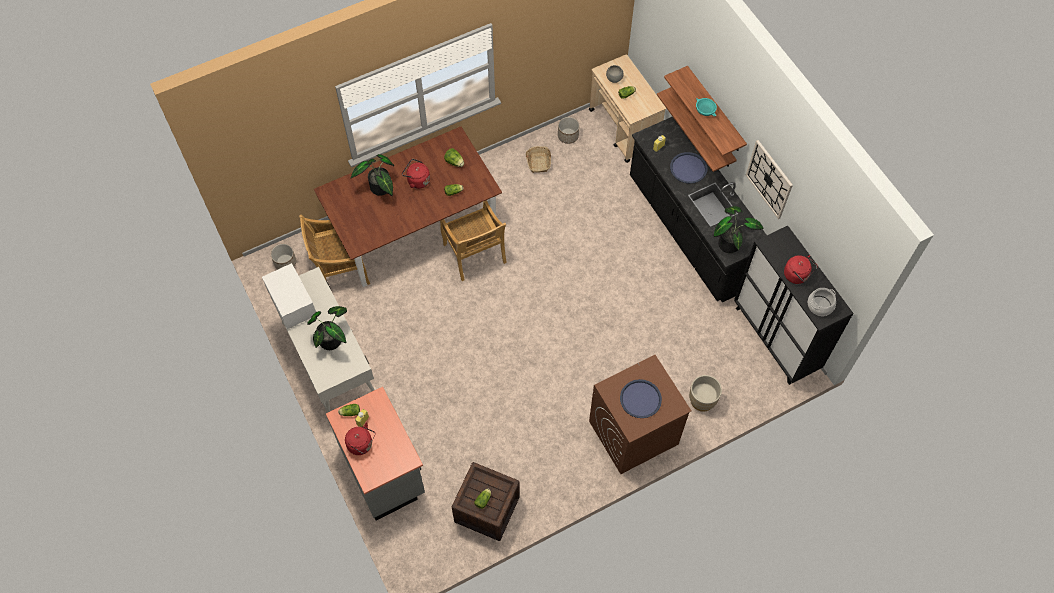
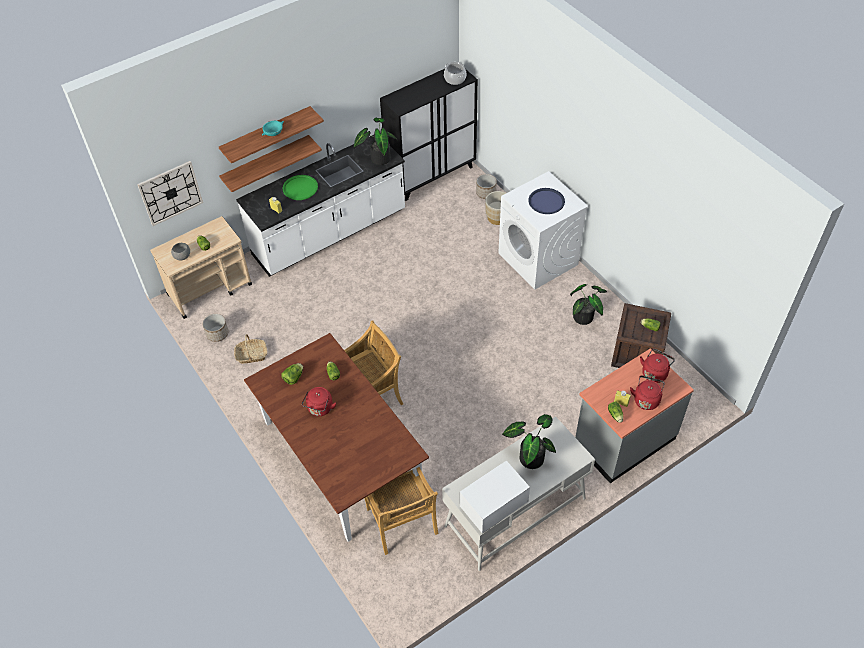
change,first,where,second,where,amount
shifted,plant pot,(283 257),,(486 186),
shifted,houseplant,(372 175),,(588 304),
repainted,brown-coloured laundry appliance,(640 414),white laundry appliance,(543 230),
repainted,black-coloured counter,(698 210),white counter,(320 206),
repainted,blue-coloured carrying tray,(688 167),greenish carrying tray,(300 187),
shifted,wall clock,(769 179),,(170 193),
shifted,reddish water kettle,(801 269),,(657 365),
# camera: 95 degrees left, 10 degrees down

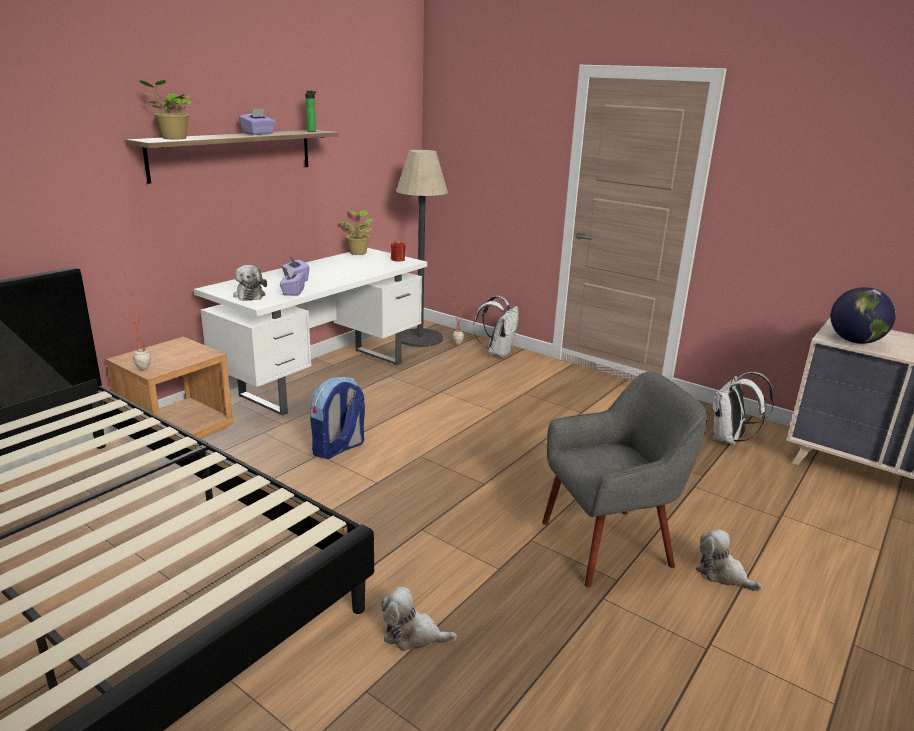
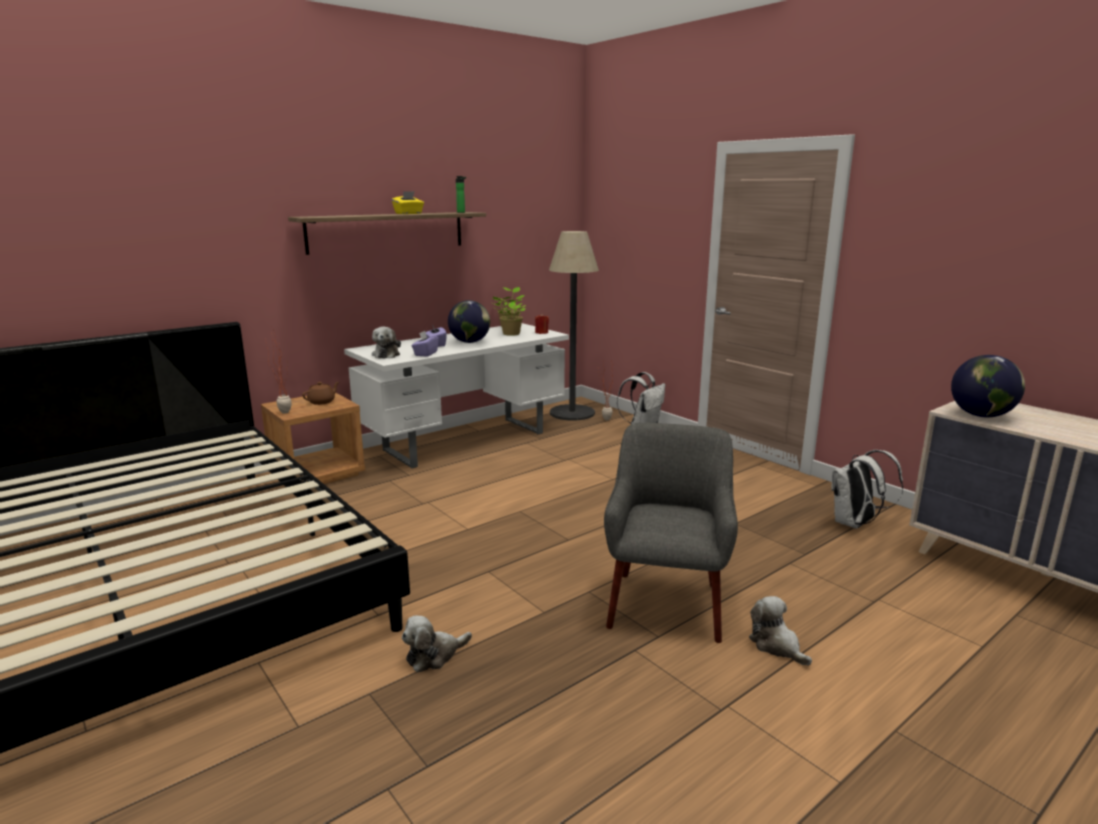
change,first,where,second,where,amount
shifted,houseplant,(165 109),,(509 316),
repainted,purple-coloured tissue box,(257 121),yellowish tissue box,(408 202),
gone,knapsack,(337 418),,,
rotated,plush toy,(419 618),,(437 643),60 degrees counterclockwise
rotated,gray armchair,(624 479),,(671 533),75 degrees counterclockwise
new,,,brown-coloured teapot,(320 393),
new,,,globe,(469 321),
# camera: 15 degrees right, 5 degrees down

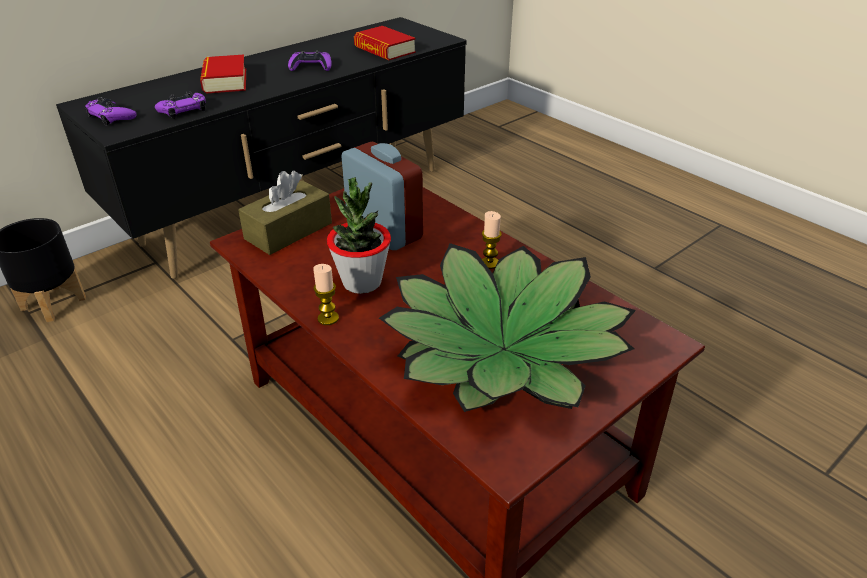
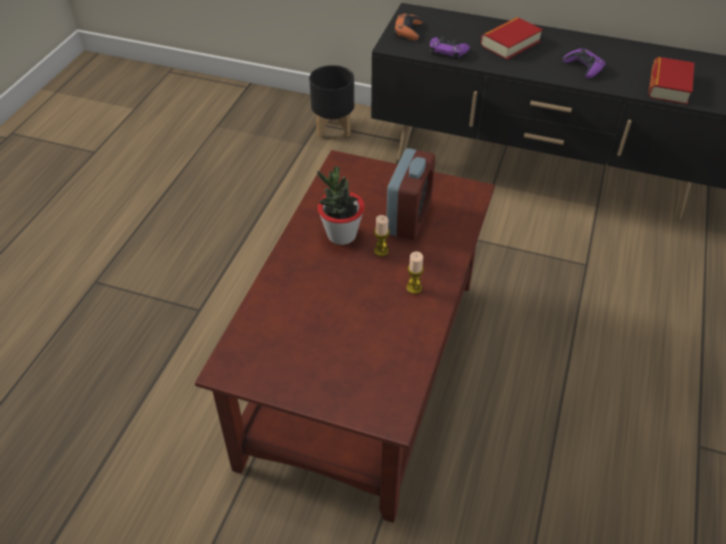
change,first,where,second,where,amount
repainted,purple-coloured game controller,(110 111),orangey game controller,(408 26),
gone,brown-coloured tissue box,(285 213),,,
shifted,candle,(326 294),,(382 236),
gone,houseplant,(507 327),,,
# camera: 60 degrees right, 10 degrees up

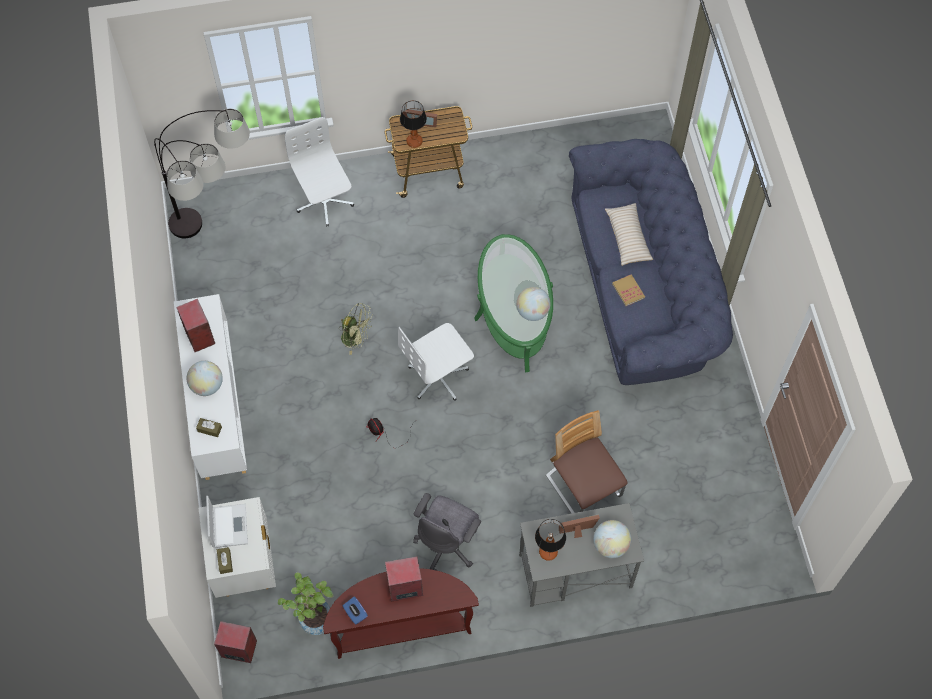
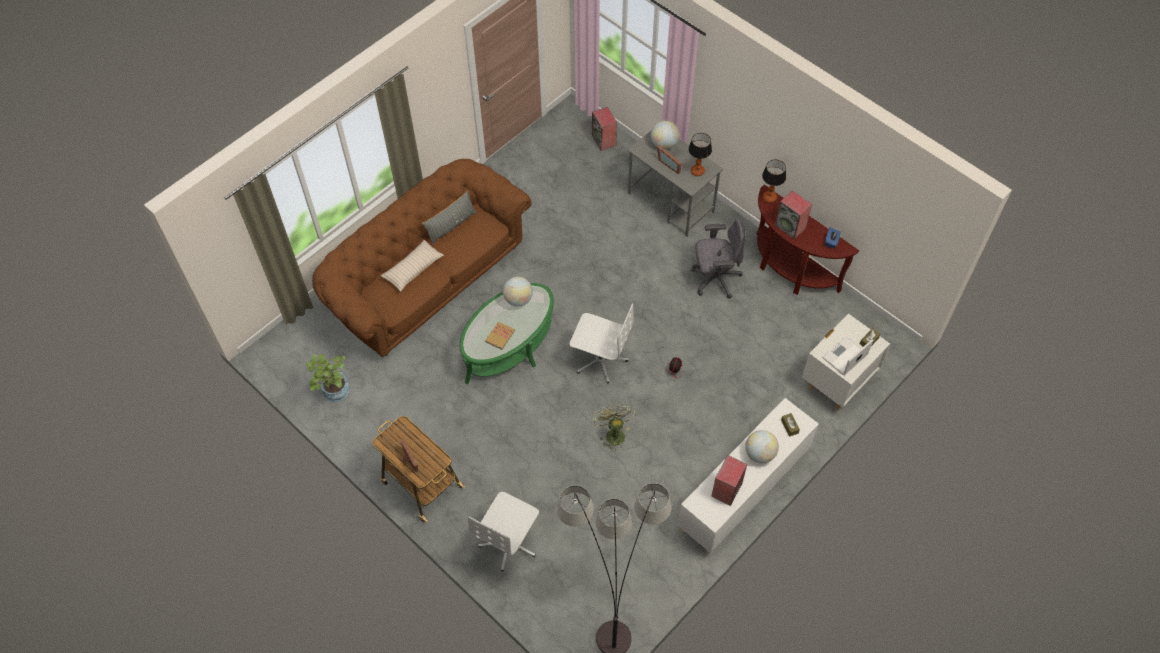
change,first,where,second,where,amount
shifted,audio speaker,(235 642),,(604 129),
shifted,houseplant,(305 603),,(327 378),
shifted,tabletop lamp,(413 124),,(774 181),
gone,chair,(587 462),,,
repainted,blue-coloured settee,(651 262),brown-coloured settee,(422 258),
shifted,volume,(628 290),,(500 336),
new,,,gray pillow,(449 218),
# camera: 125 degrees left, 5 degrees down

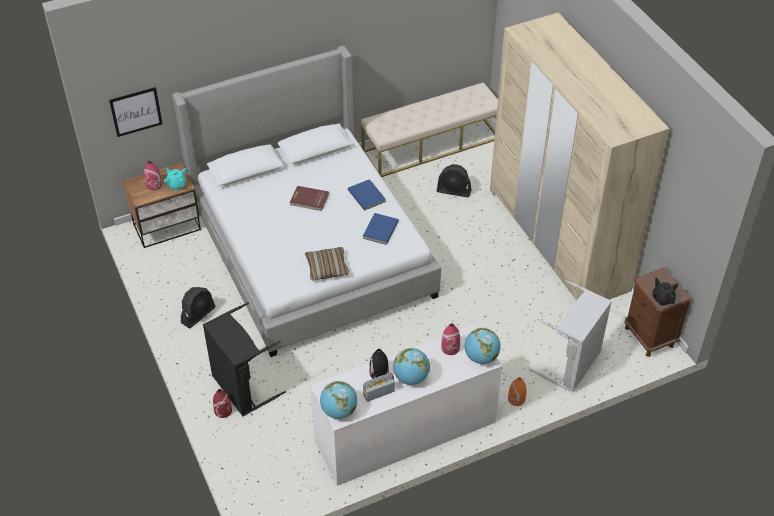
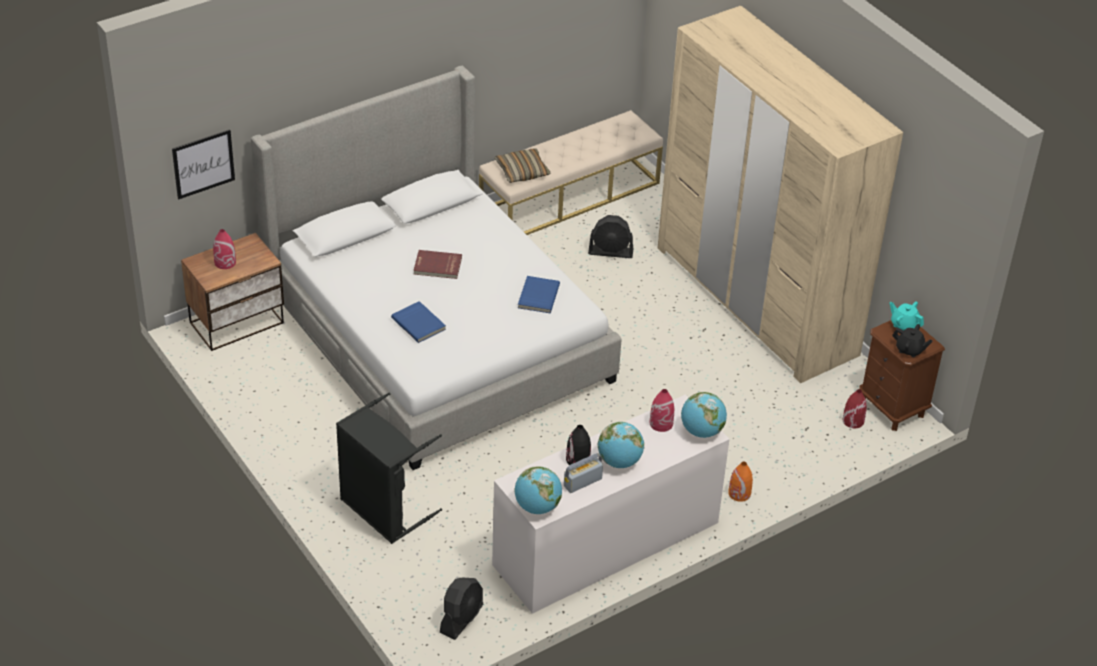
change,first,where,second,where,amount
shifted,blue-green teapot,(175 179),,(907 315),
shifted,black-coloured fan,(198 308),,(461 609),
shifted,reddish vase,(222 403),,(855 408),
shifted,pillow,(327 263),,(522 165),
shifted,blue-coloured volume,(367 195),,(418 322),
gone,gray laundry basket,(570 336),,,
rotated,black-coloured teapot,(665 292),,(912 340),150 degrees clockwise
# camera: 10 degrees left, 5 degrees down

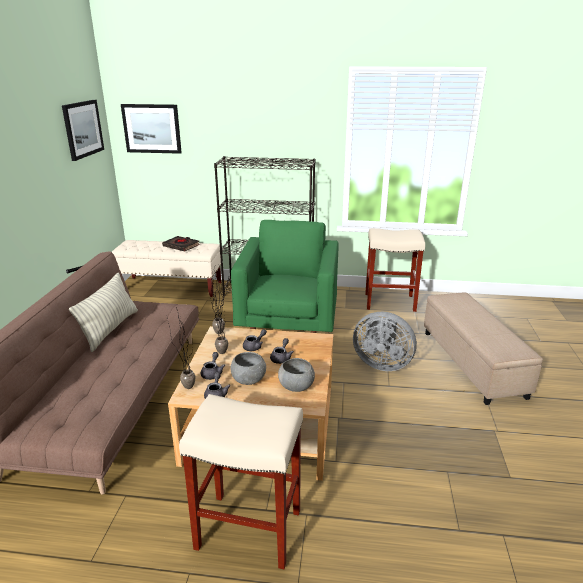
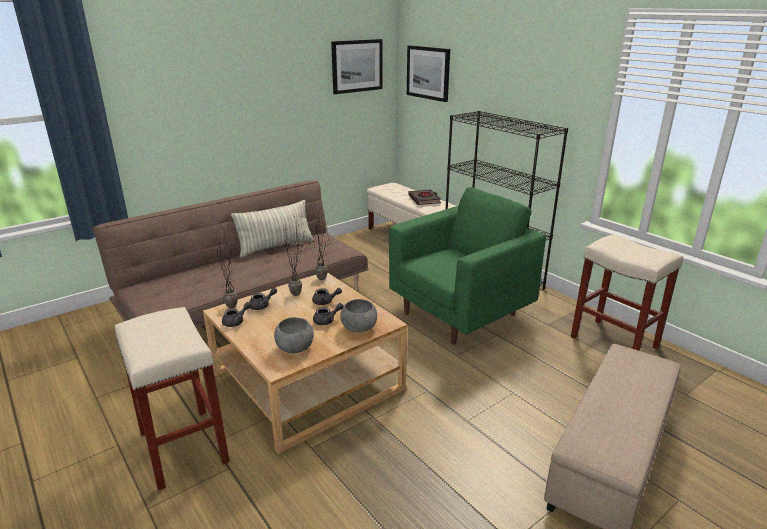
change,first,where,second,where,amount
shifted,gray serving bowl,(248 368),,(358 316),
gone,gray fan,(385 341),,,
# camera: 45 degrees right, 0 degrees up

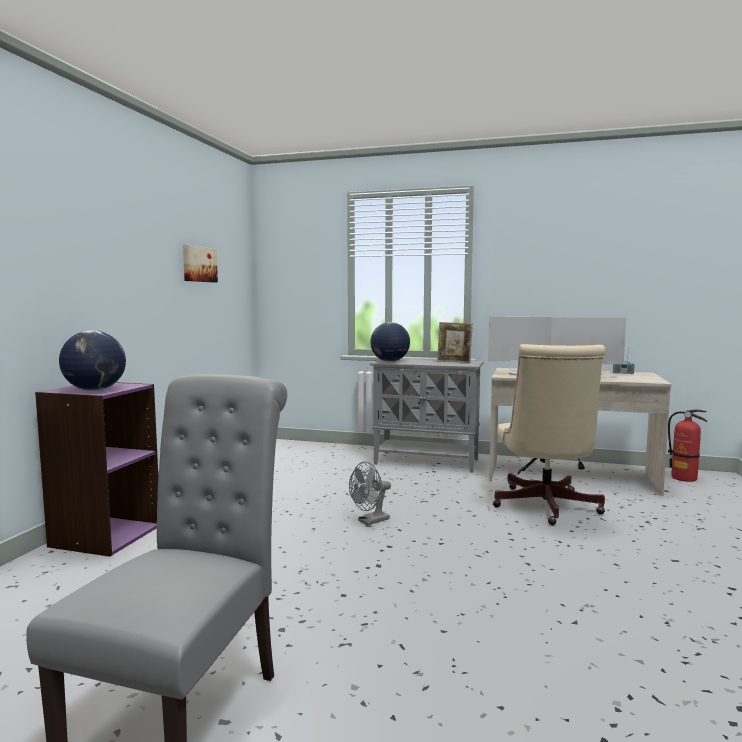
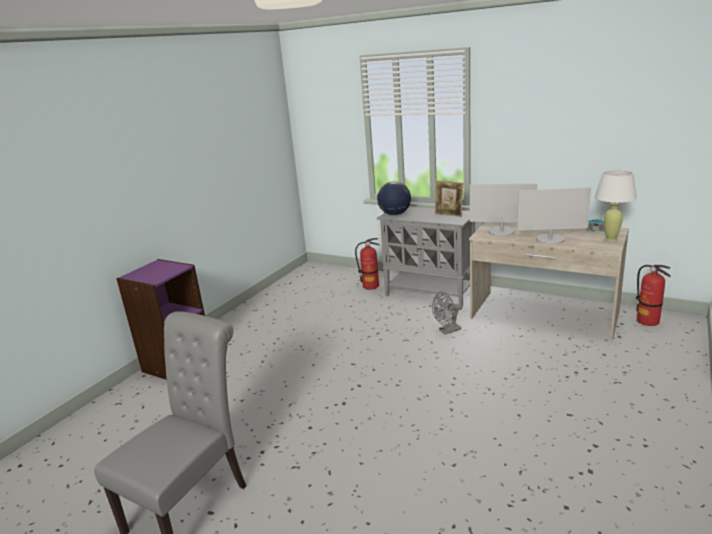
change,first,where,second,where,amount
gone,globe,(92 360),,,
gone,picture,(200 263),,,
shifted,gray fan,(370 493),,(447 313),
gone,beige desk chair,(549 434),,,
new,,,extinguisher,(367 264),
new,,,white tabletop lamp,(616 206),
# camera: 15 degrees right, 15 degrees up

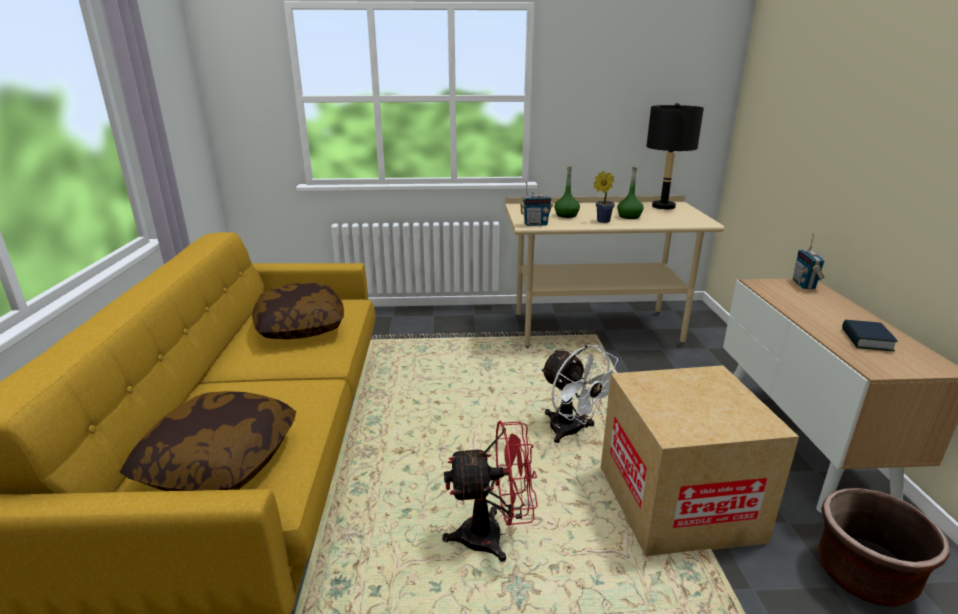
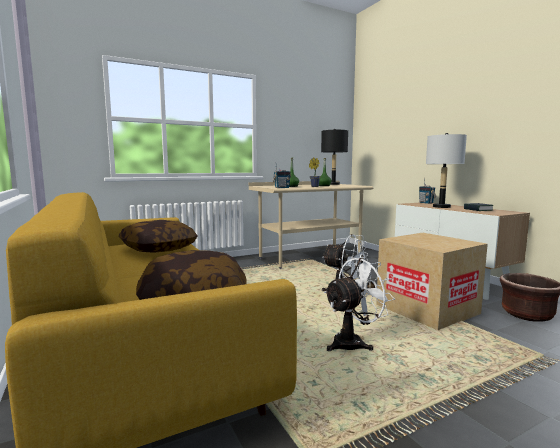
change,first,where,second,where,amount
repainted,reddish fan,(490 491),white fan,(359 304),
new,,,gray tabletop lamp,(446 170),
# camera: 25 degrees left, 15 degrees down

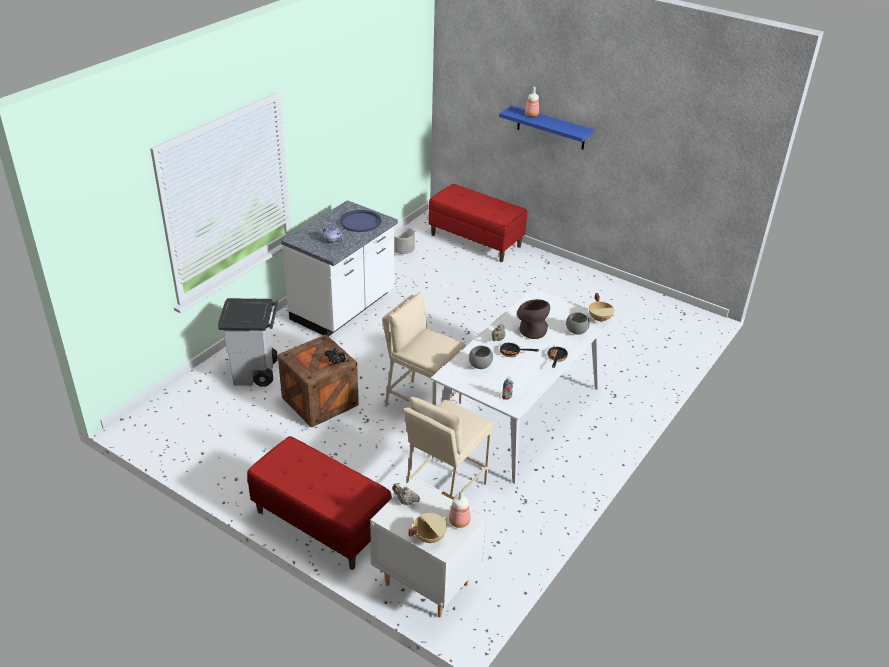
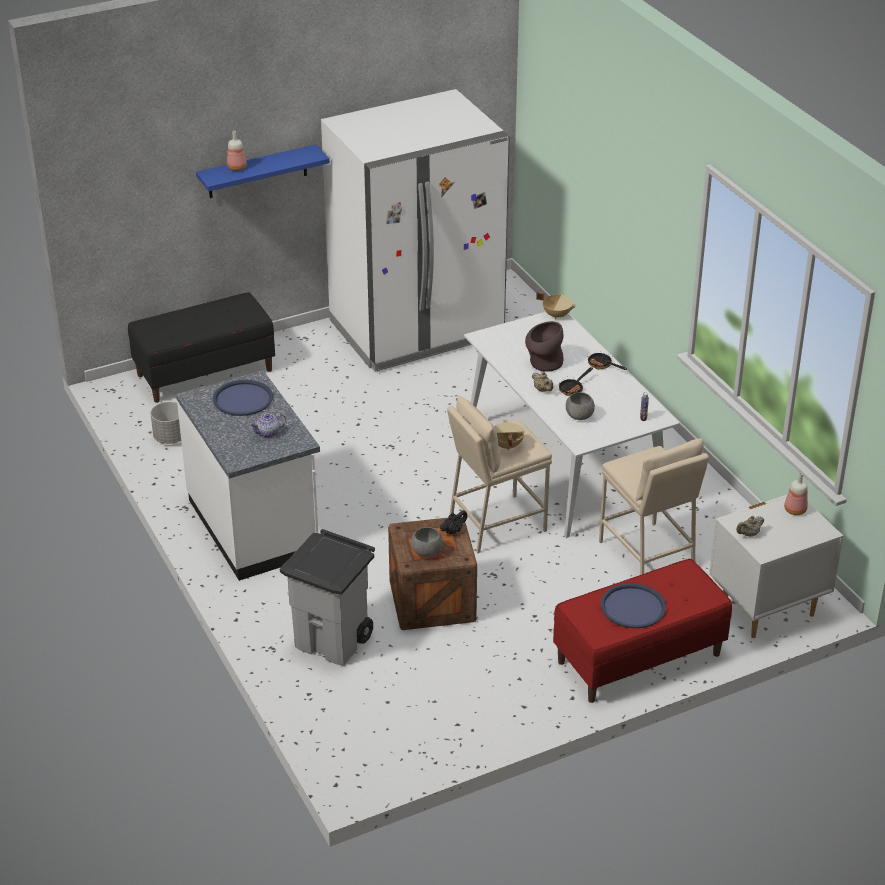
change,first,where,second,where,amount
shifted,beige saucepot,(428 528),,(509 435),
repainted,reddish indoor bench,(477 223),black-coloured indoor bench,(201 347),
shifted,gray serving bowl,(578 323),,(427 542),
new,,,white fridge,(415 230),
new,,,blue-coloured carrying tray,(633 605),
# camera: 60 degrees left, 0 degrees up

